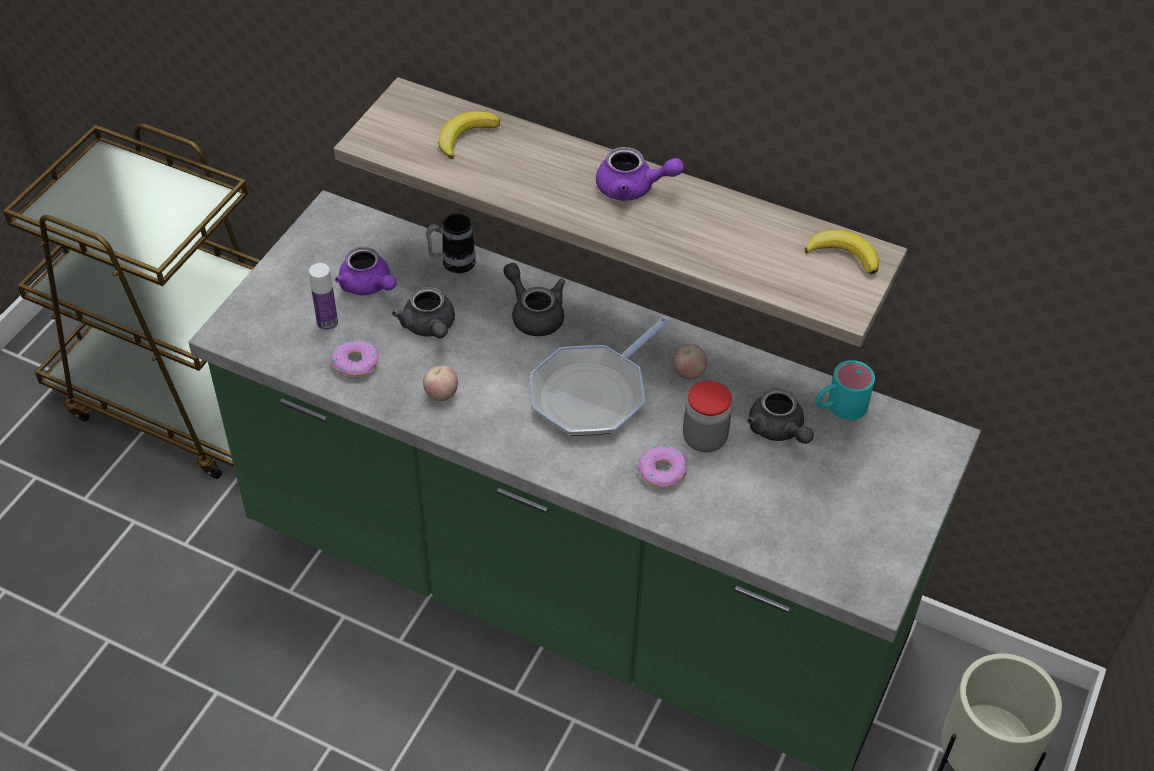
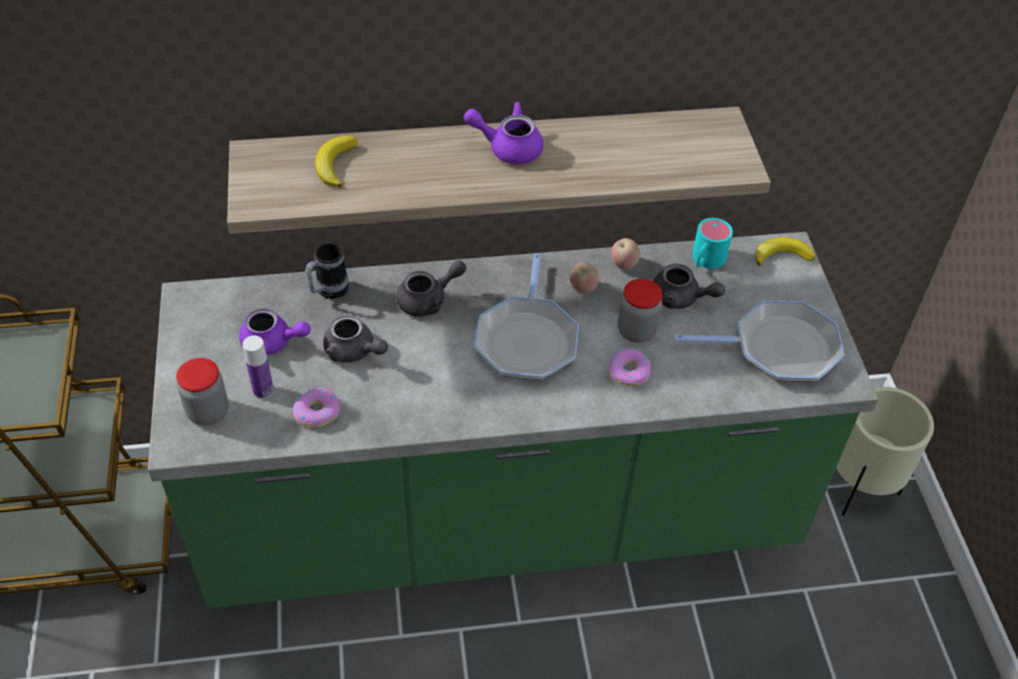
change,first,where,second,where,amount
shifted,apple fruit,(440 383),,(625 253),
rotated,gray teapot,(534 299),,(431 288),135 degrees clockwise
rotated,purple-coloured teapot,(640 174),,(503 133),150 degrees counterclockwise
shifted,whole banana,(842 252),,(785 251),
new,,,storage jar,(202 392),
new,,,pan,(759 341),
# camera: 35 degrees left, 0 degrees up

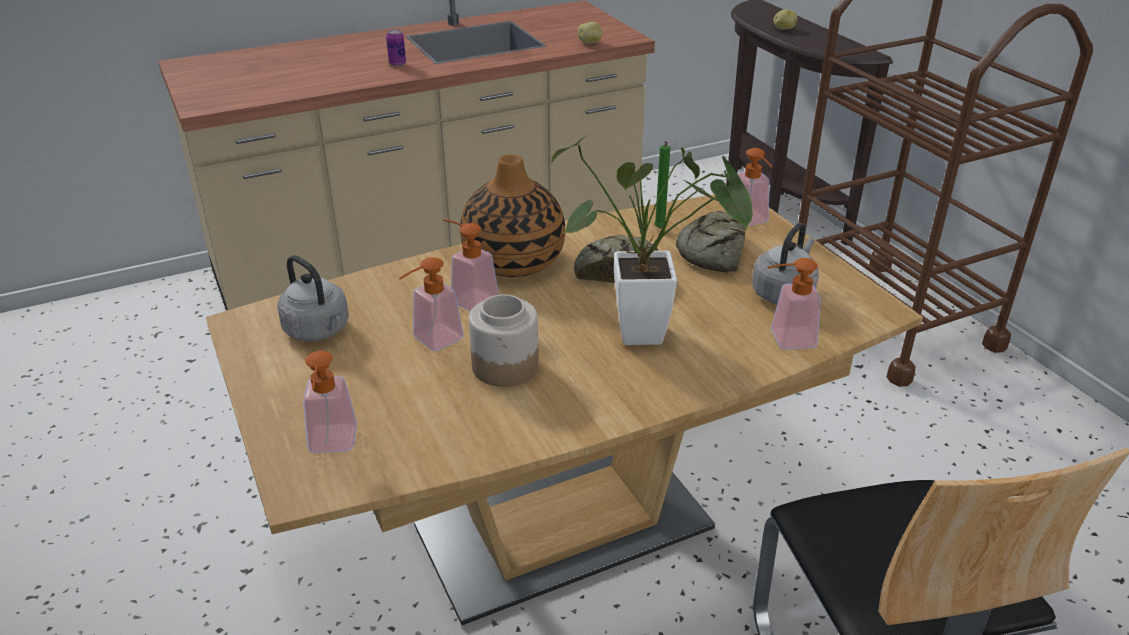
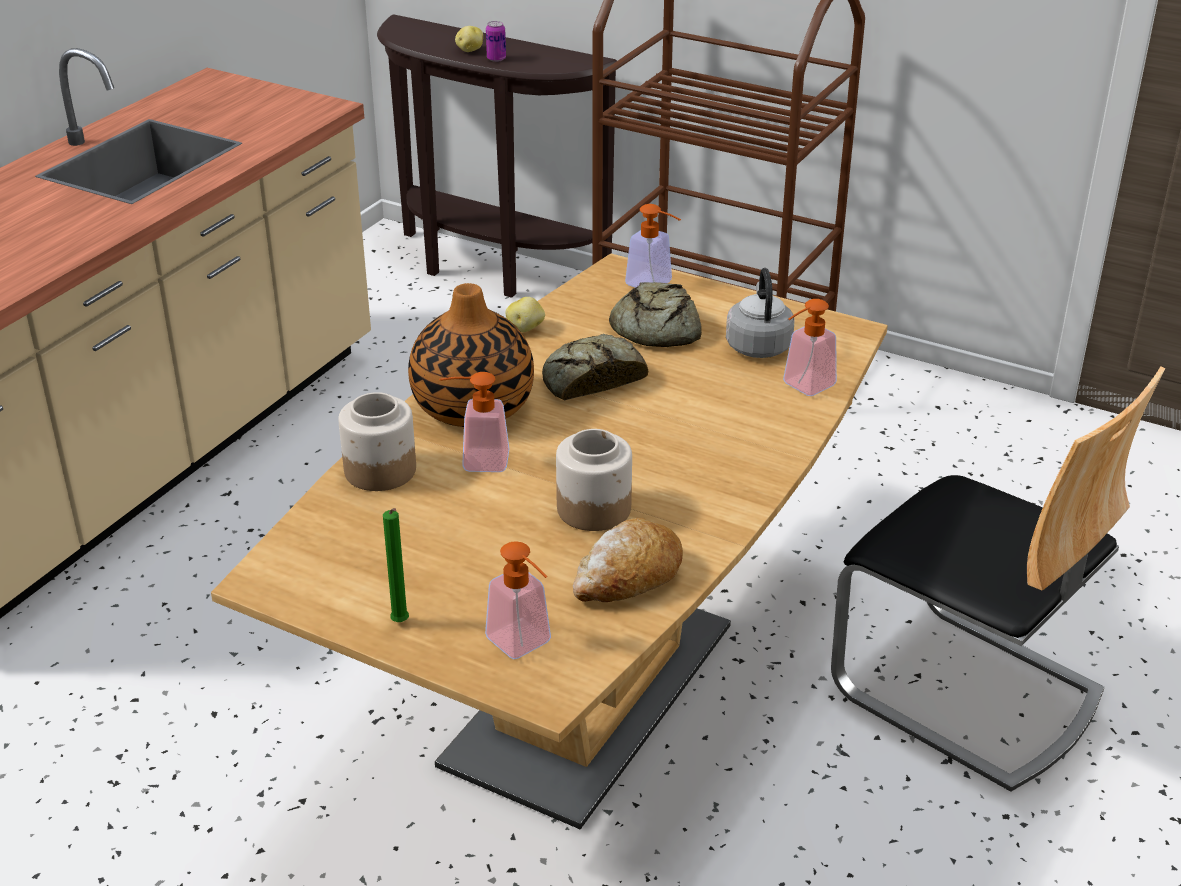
change,first,where,second,where,amount
gone,gray water kettle,(313 298),,,
shifted,can,(396 47),,(496 41),
gone,liquid soap bottle,(431 304),,,
gone,houseplant,(652 240),,,
shifted,spud,(590 33),,(525 314),
shifted,greenish candle,(662 184),,(396 565),
new,,,storage jar,(377 441),
new,,,bakery bread,(628 559),
# camera: 35 degrees left, 0 degrees up

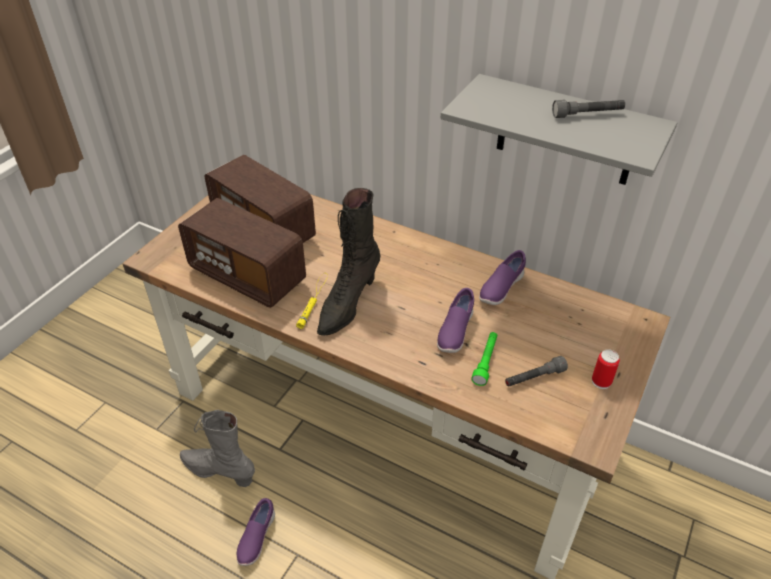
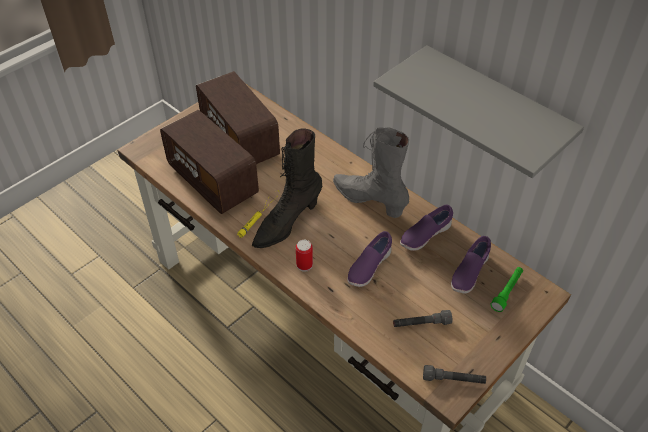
change,first,where,second,where,amount
shifted,gray boot,(217 448),,(371 173),
shifted,purple-coloured shoe,(256 532),,(471 265),
shifted,greenish hand torch,(484 359),,(507 289),
shifted,gray hand torch,(588 108),,(454 374),
shifted,can,(606 369),,(304 256),
# camera: 15 degrees right, 5 degrees up

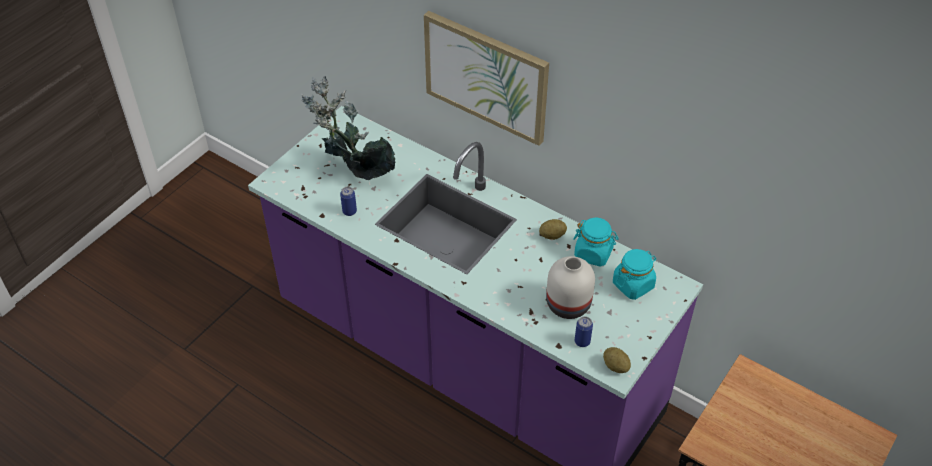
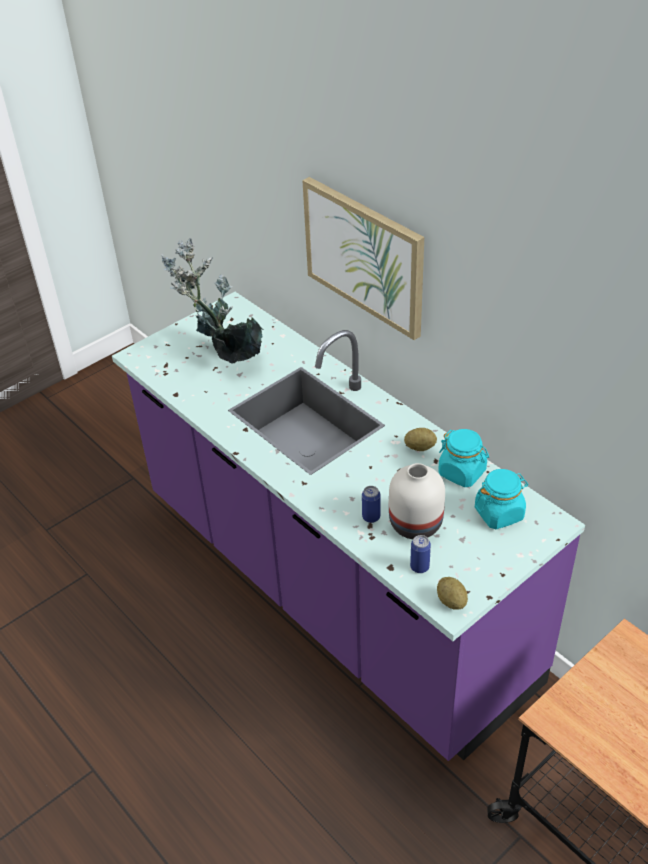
change,first,where,second,where,amount
shifted,can,(348 201),,(371 504),
# camera: 15 degrees right, 5 degrees down

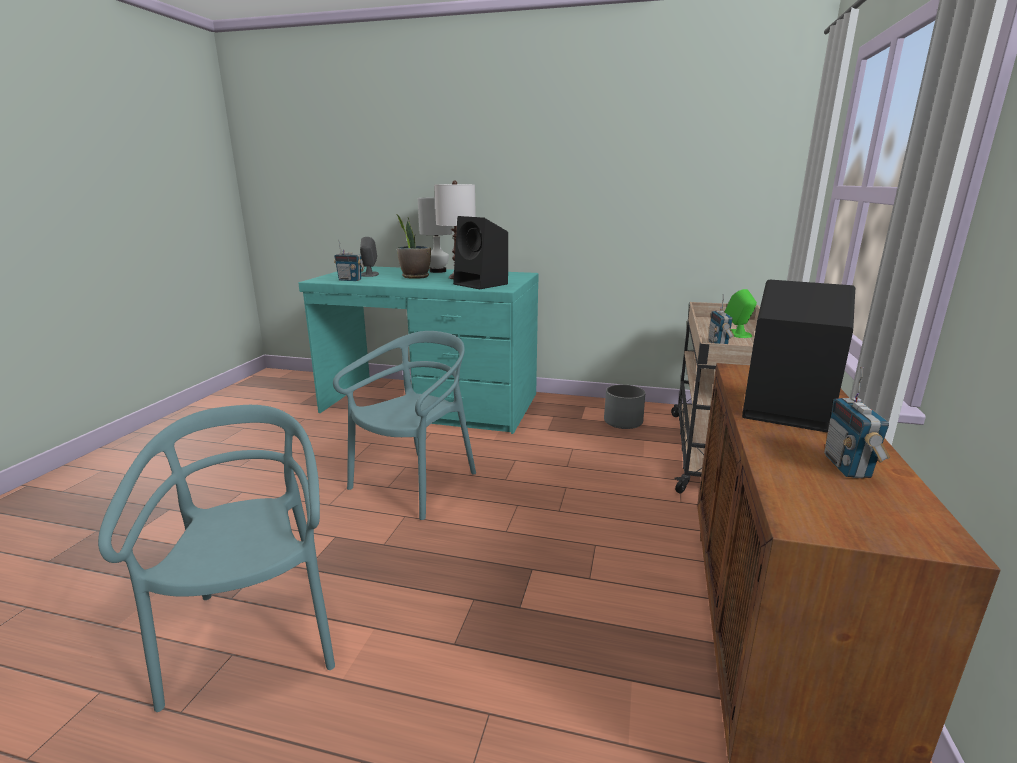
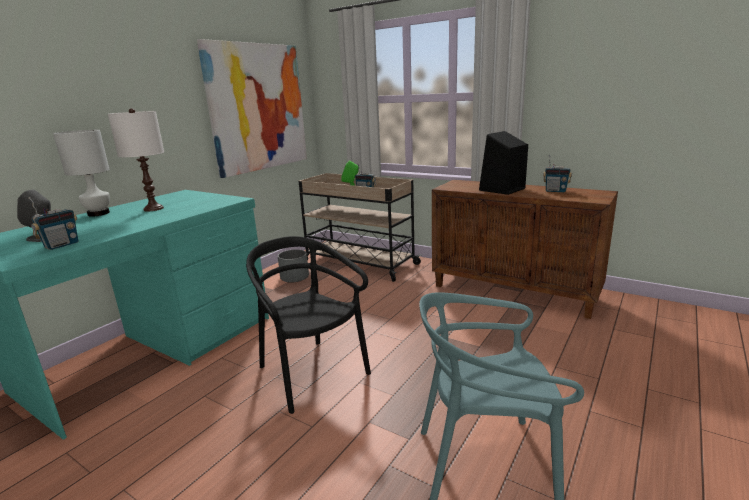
change,first,where,second,where,amount
repainted,blue-green chair,(404 425),black-coloured chair,(308 325),
gone,houseplant,(413 246),,,
gone,black-coloured audio speaker,(480 252),,,
new,,,picture,(252 108),
# camera: 70 degrees left, 0 degrees up

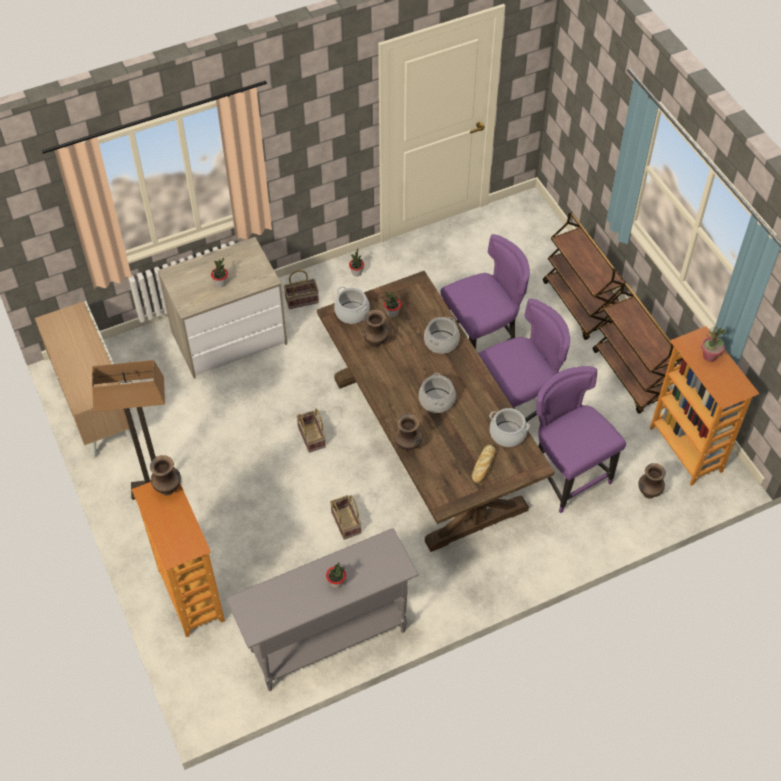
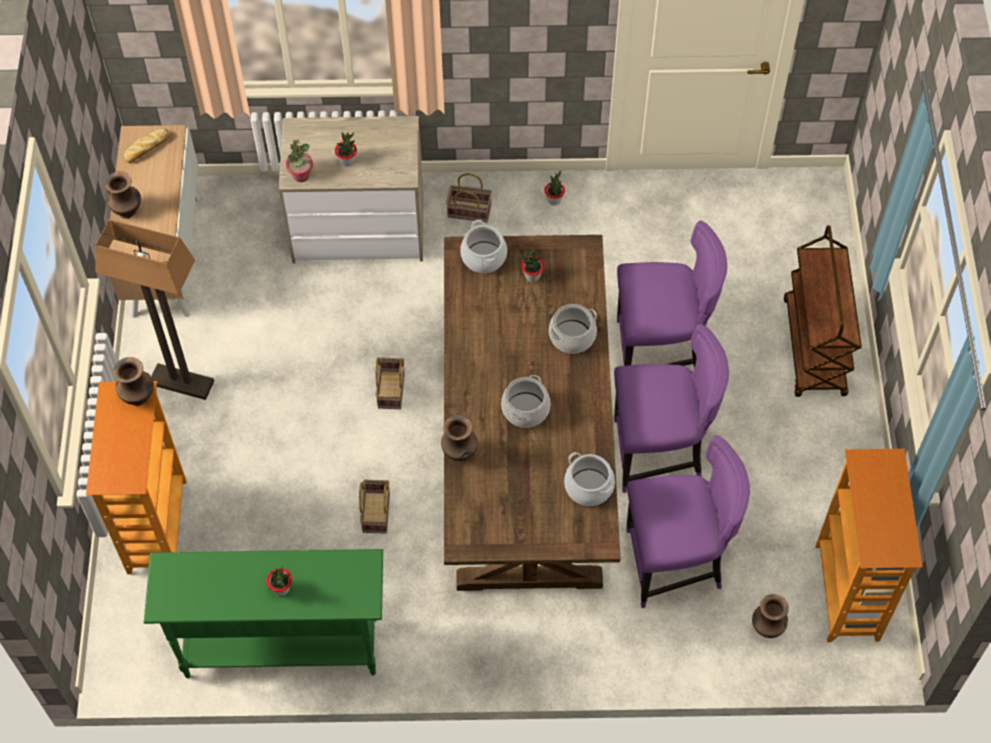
change,first,where,second,where,amount
repainted,gray console table,(322 609),greenish console table,(263 613),
shifted,brown-coloured vase,(376 329),,(123 195),
shifted,bakery bread,(484 464),,(147 145),
rotated,purple-coloured chair,(581 439),,(688 521),90 degrees clockwise
gone,brown-coloured cart,(638 348),,,
shifted,houseplant,(713 344),,(299 161),
# camera: 25 degrees right, 5 degrees up

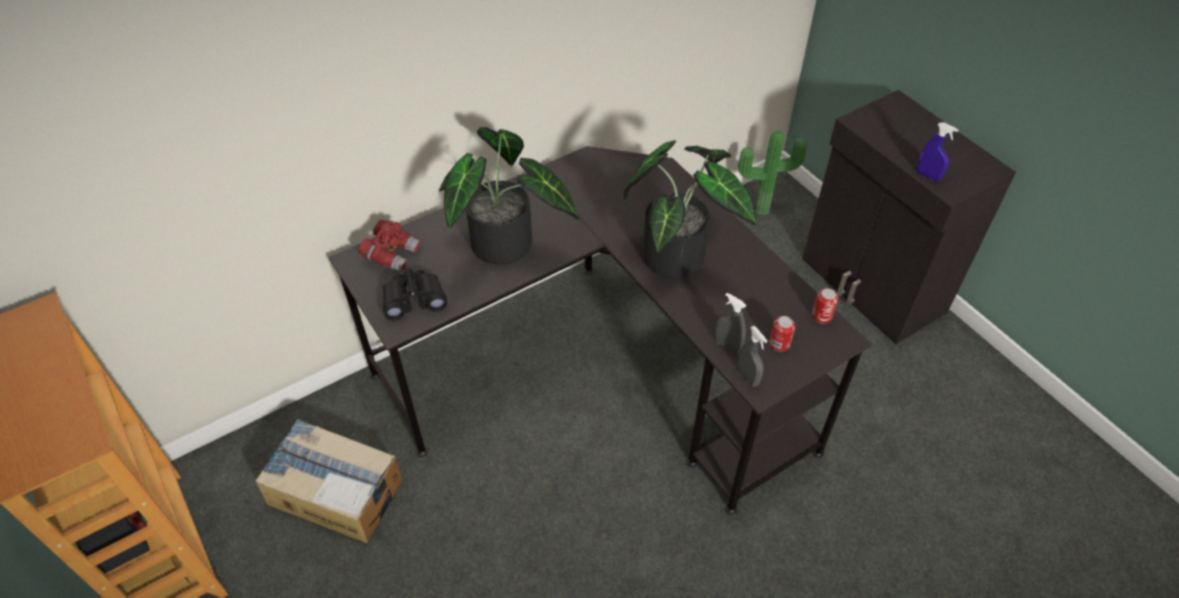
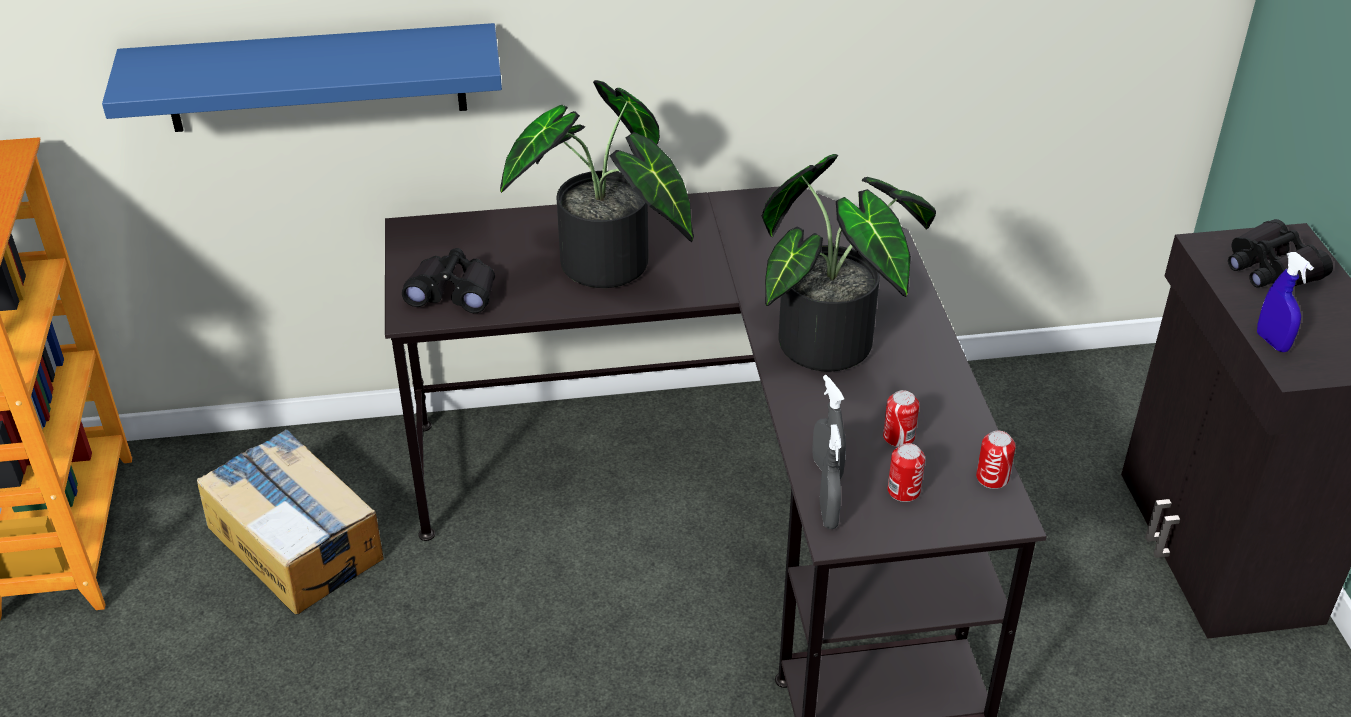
change,first,where,second,where,amount
gone,reddish field glasses,(390 245),,,
gone,houseplant,(772 173),,,
new,,,blue-coloured shelf,(302 77),
new,,,can,(901 418),
new,,,black-coloured field glasses,(1280 253),
# camera: 25 degrees right, 10 degrees down

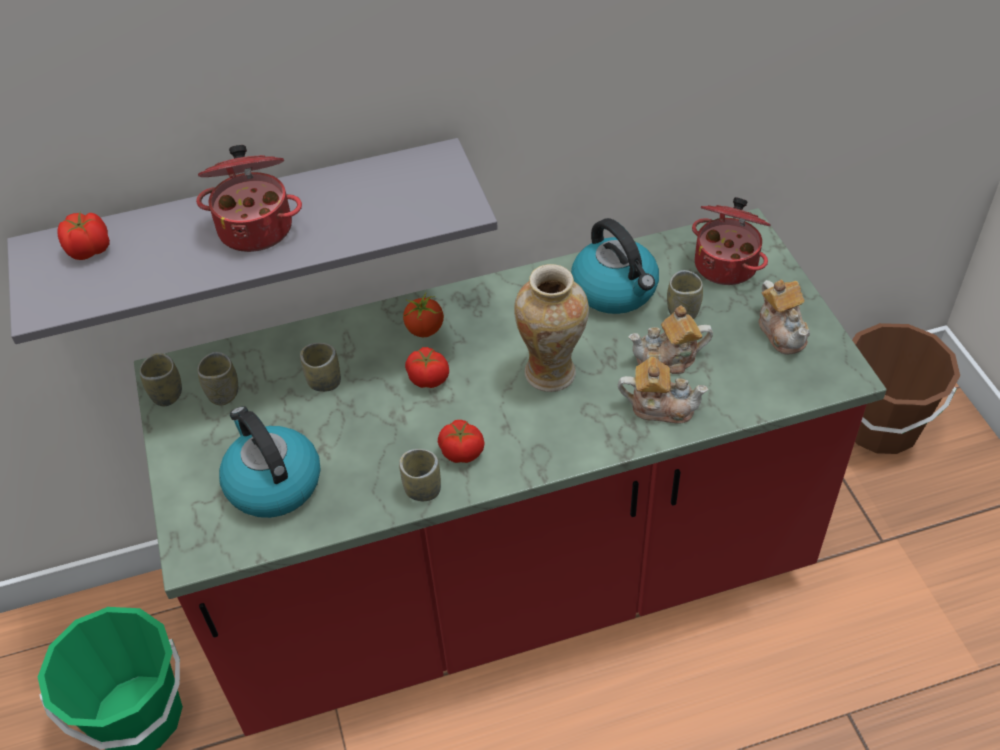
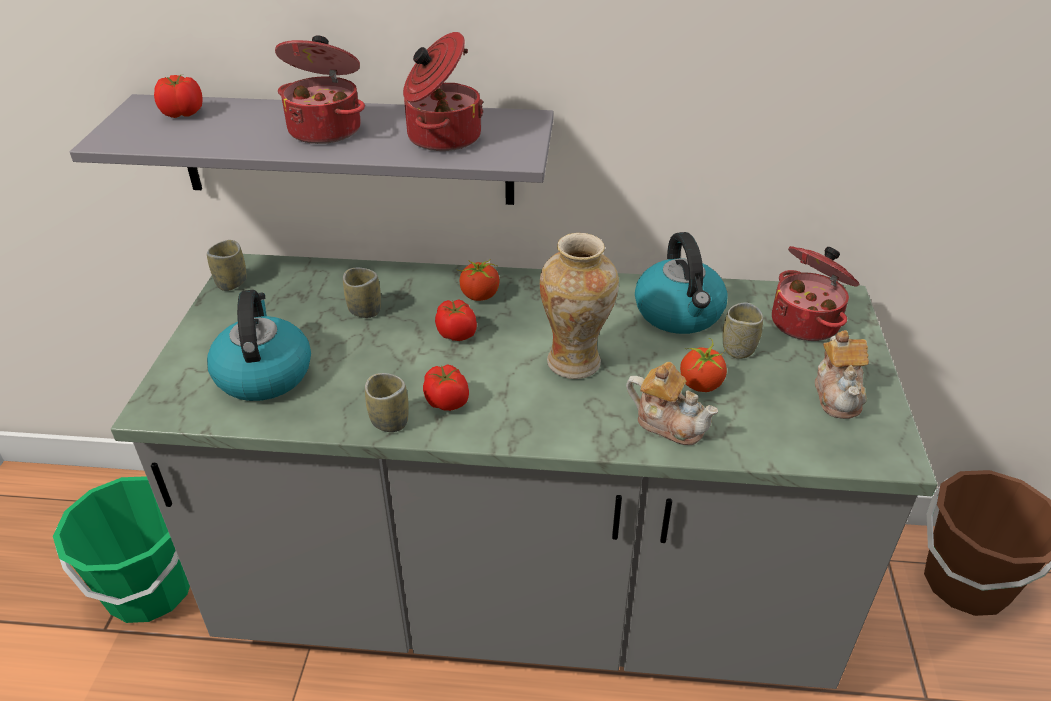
change,first,where,second,where,amount
repainted,reddish counter,(510 472),gray counter,(524 471),
gone,drinking cup,(217 378),,,
swapped,teapot,(671 340),whole tomato,(704 365),
new,,,saucepot,(443 91),
# camera: 20 degrees right, 10 degrees down

